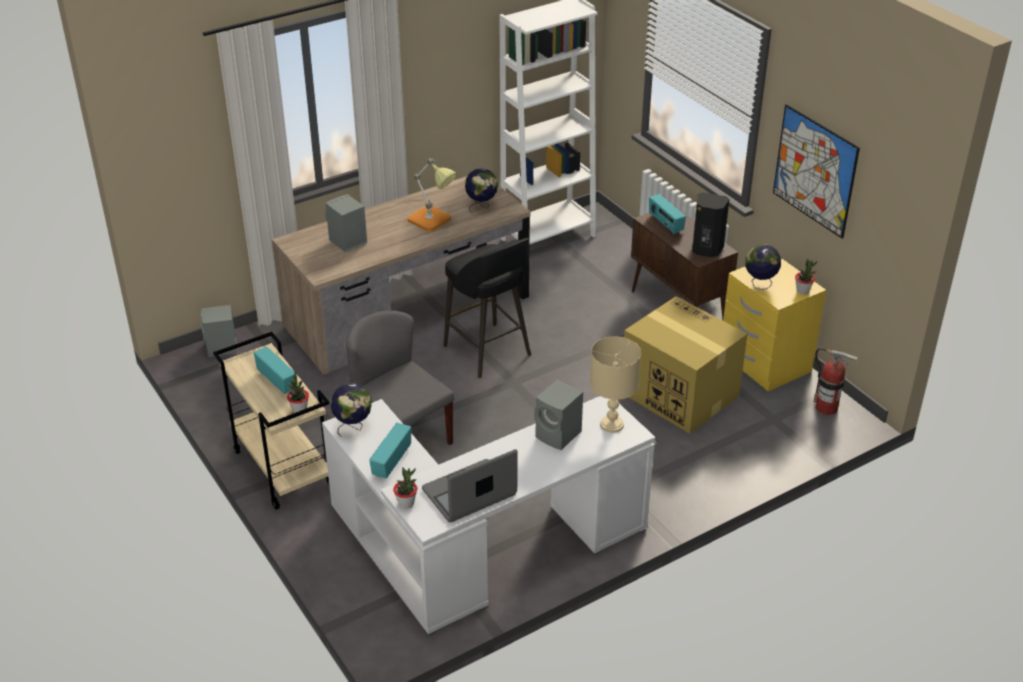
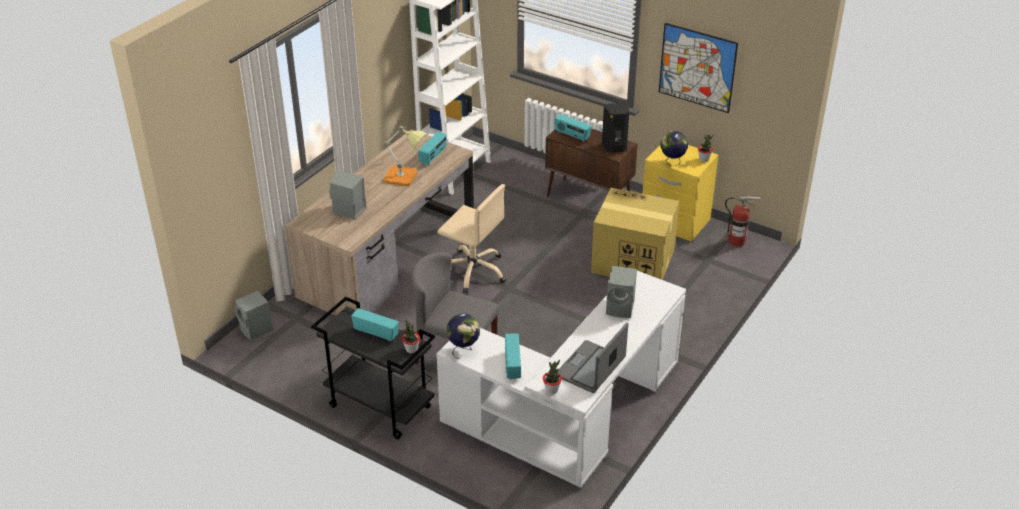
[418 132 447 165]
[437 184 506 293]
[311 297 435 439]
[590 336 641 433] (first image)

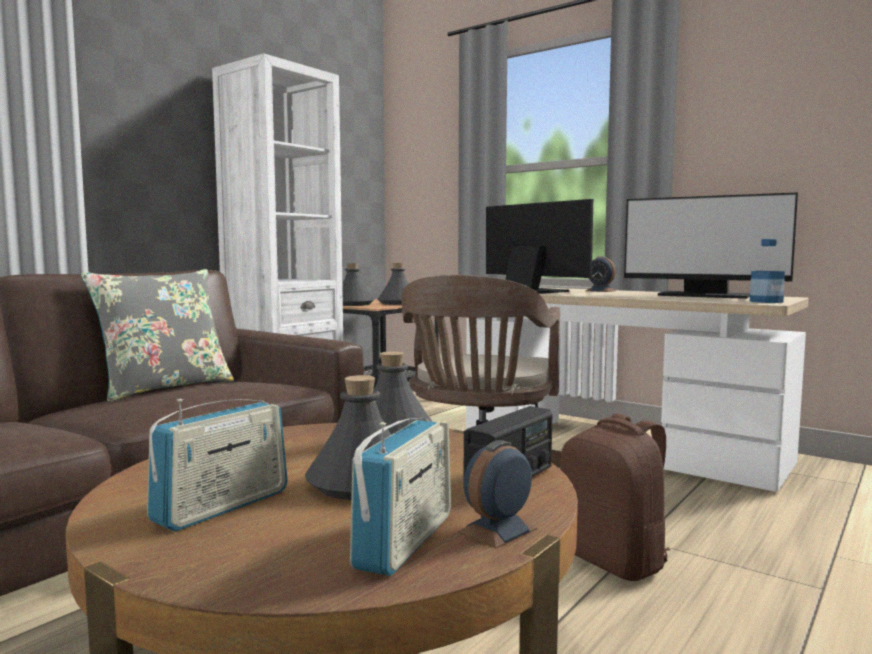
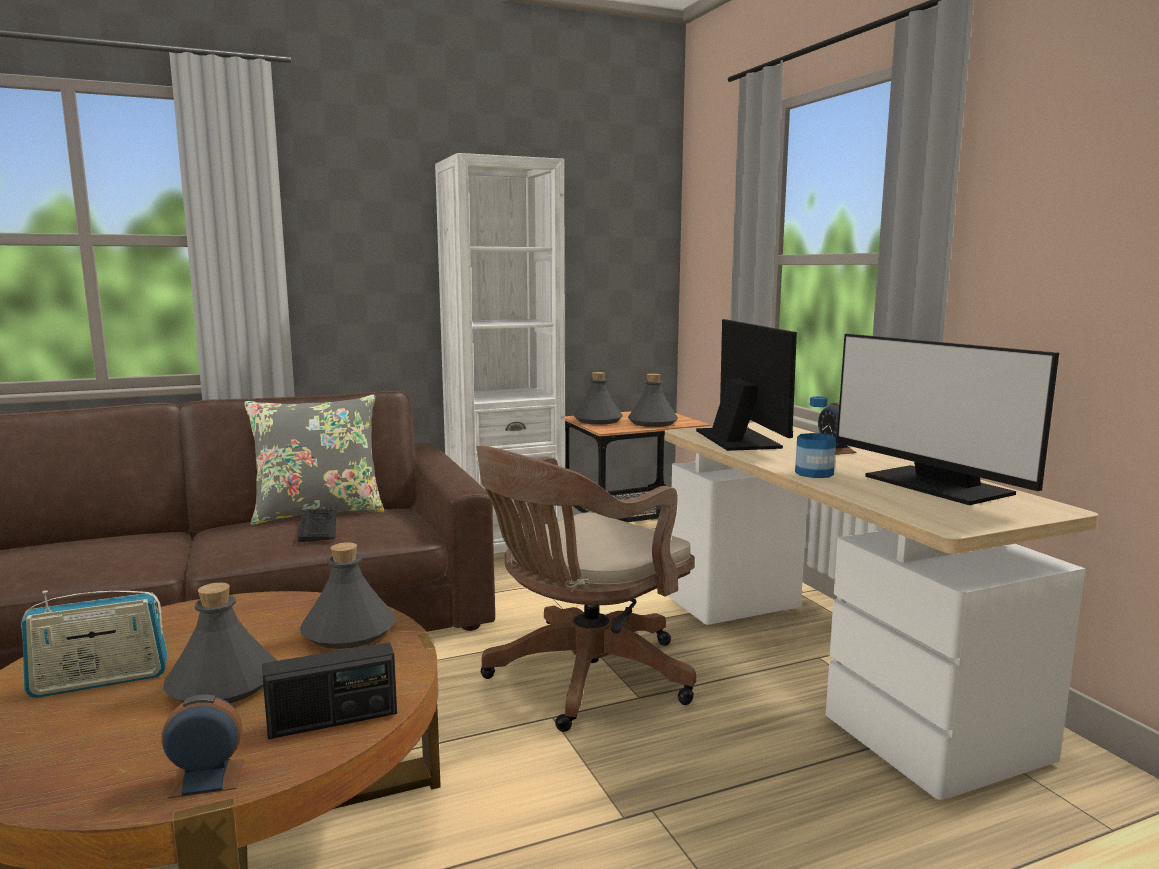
[795 396 836 478]
[560 413 670 581] (first image)
[350 418 451 576] (first image)
[298 509 336 542]

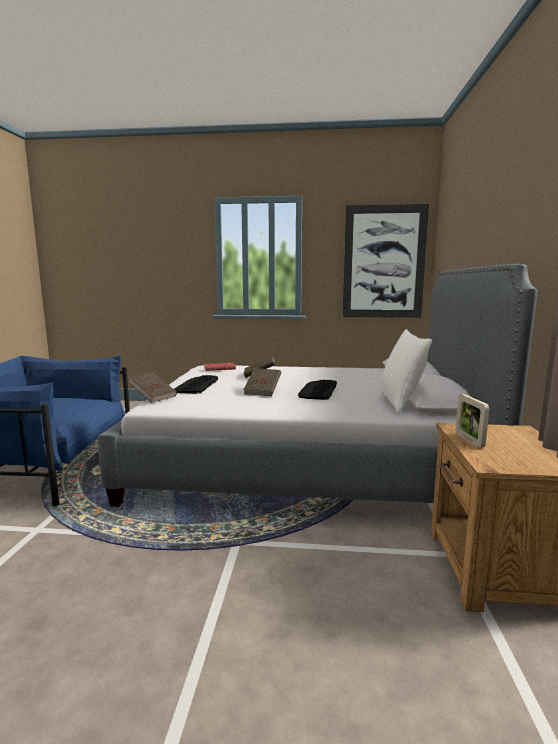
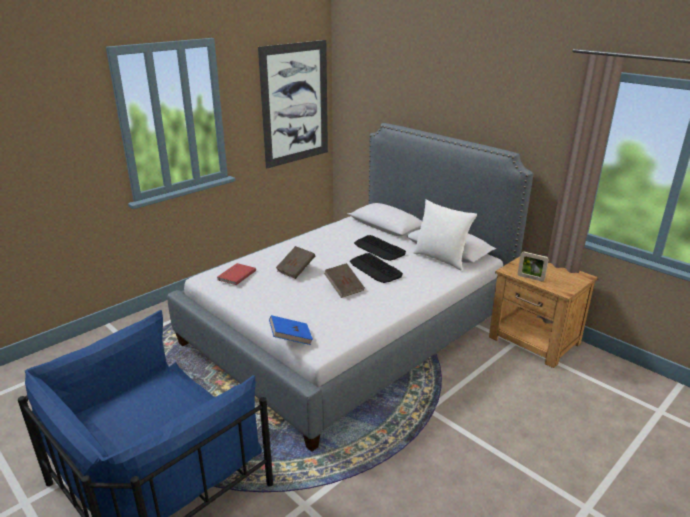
[269 315 313 345]
[354 235 406 261]

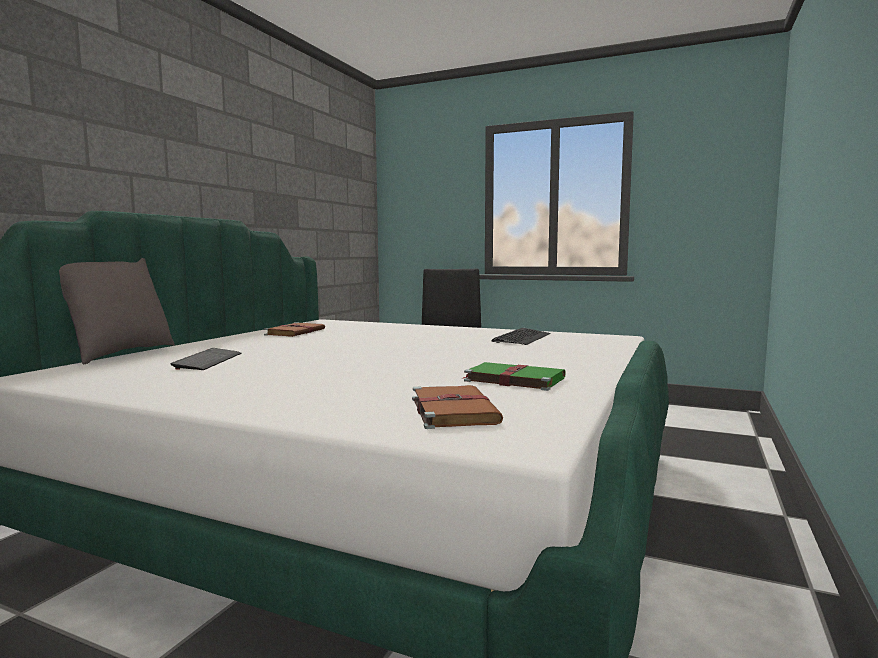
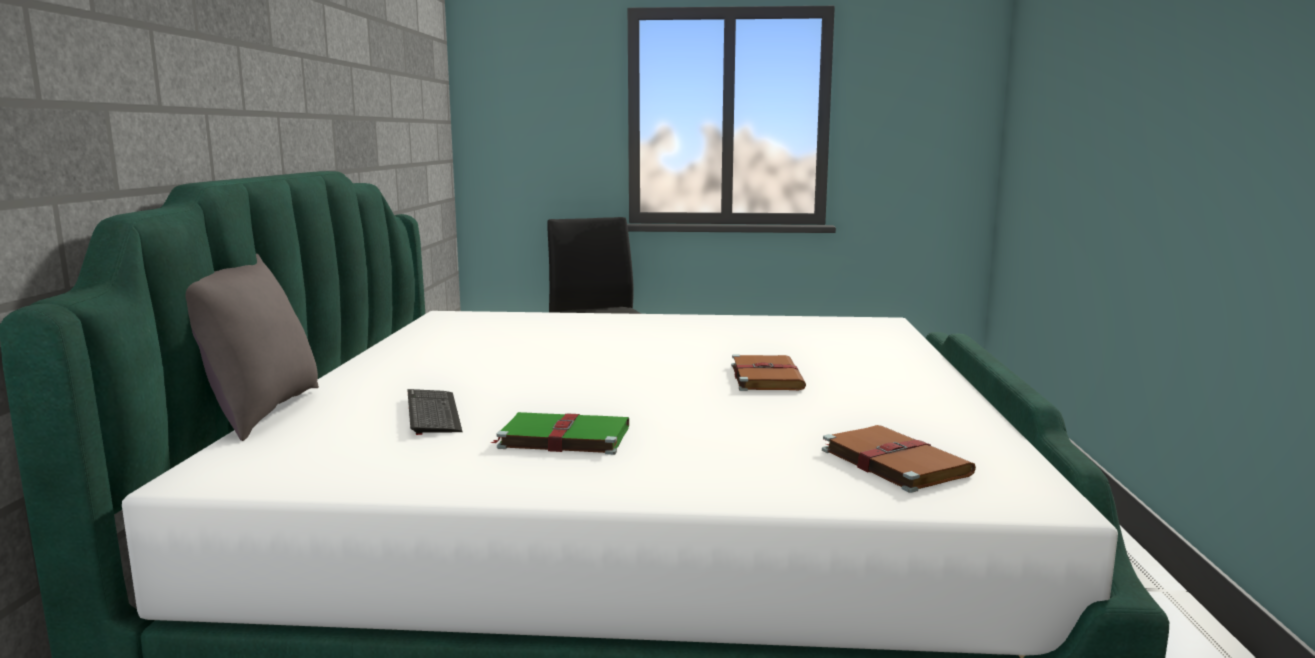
[731 354 806 391]
[492 328 550 345] (first image)
[491 412 629 455]

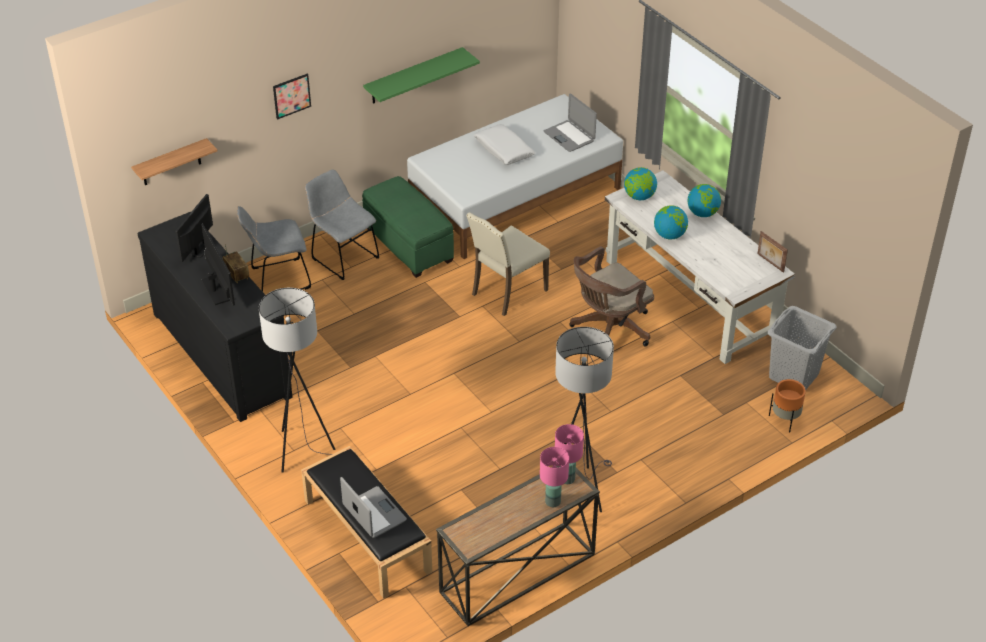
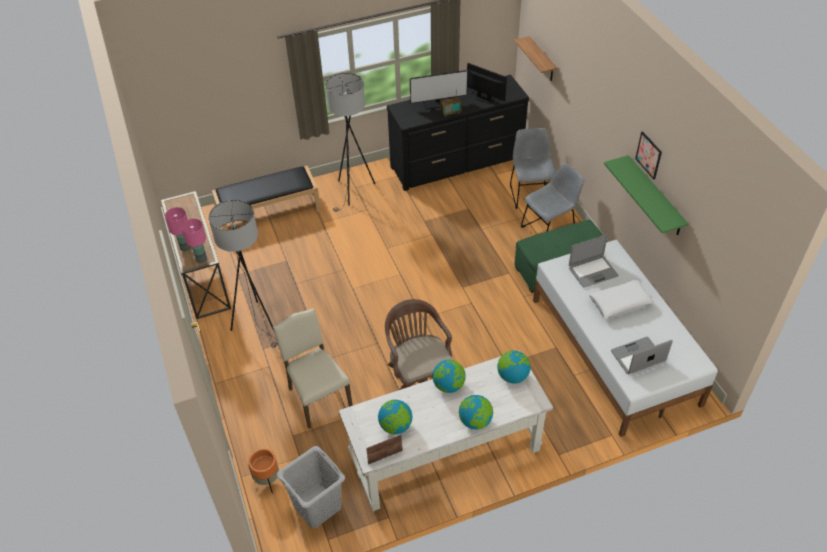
[635 131 662 179]
[273 308 353 429]
[569 235 618 288]
[378 400 412 434]

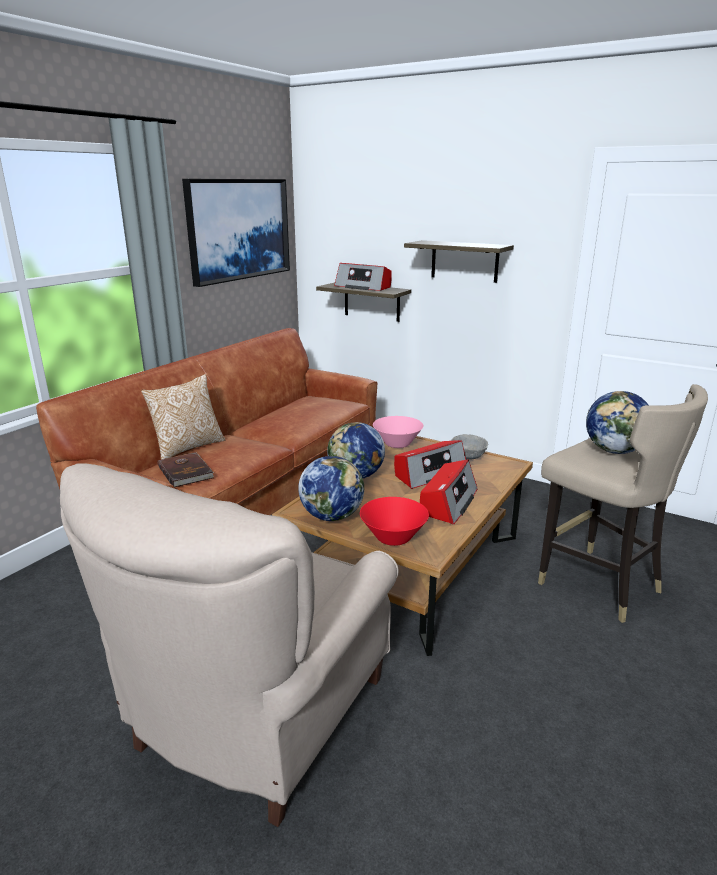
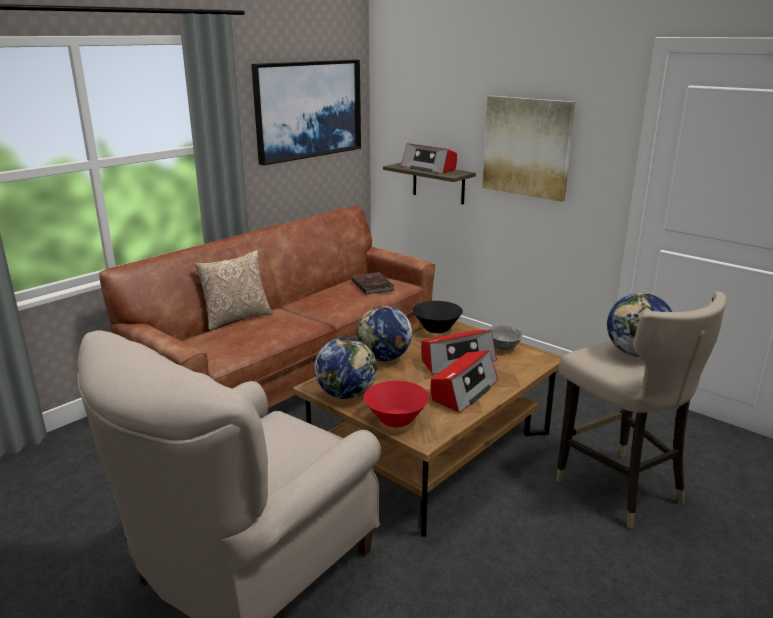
[482 96 575 202]
[413 301 463 333]
[351 272 395 295]

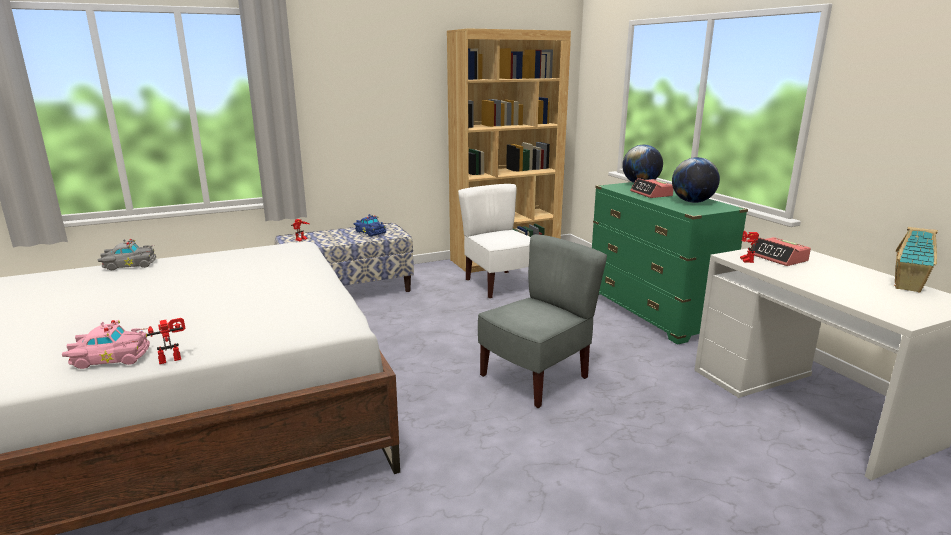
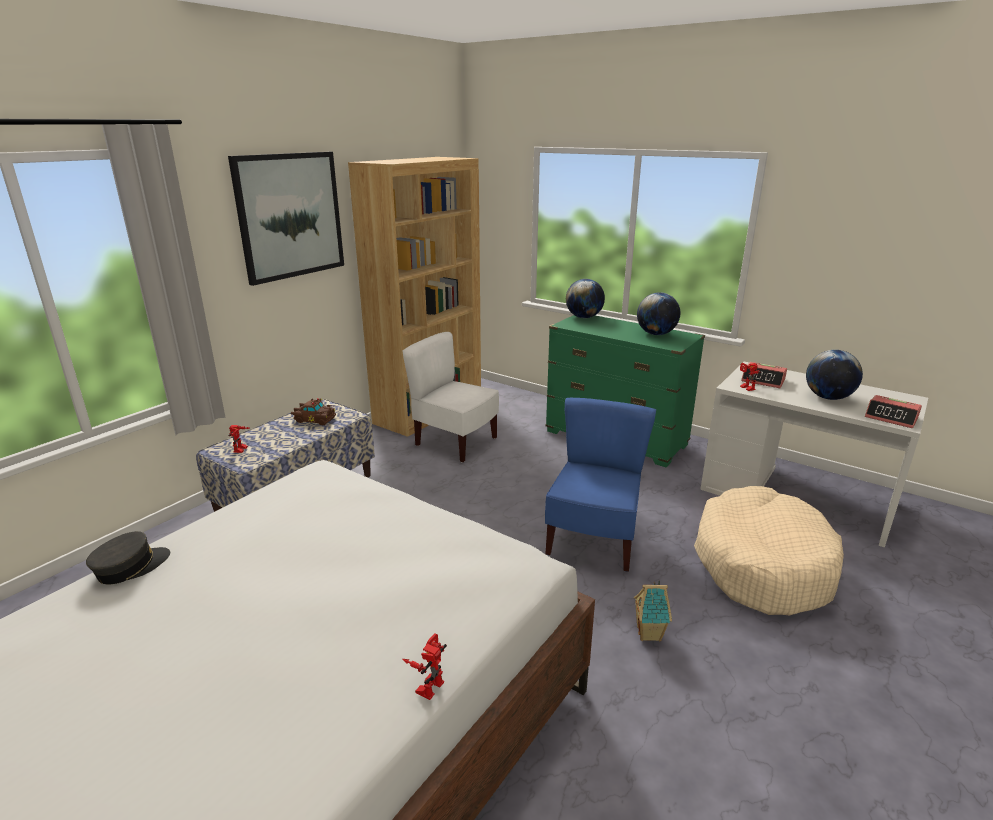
[865 395 922 428]
[291 398 336 425]
[634 580 672 641]
[545 398 656 572]
[86 531 170 584]
[62 320 150 369] (first image)
[228 152 344 286]
[806 350 863 400]
[694 486 844 616]

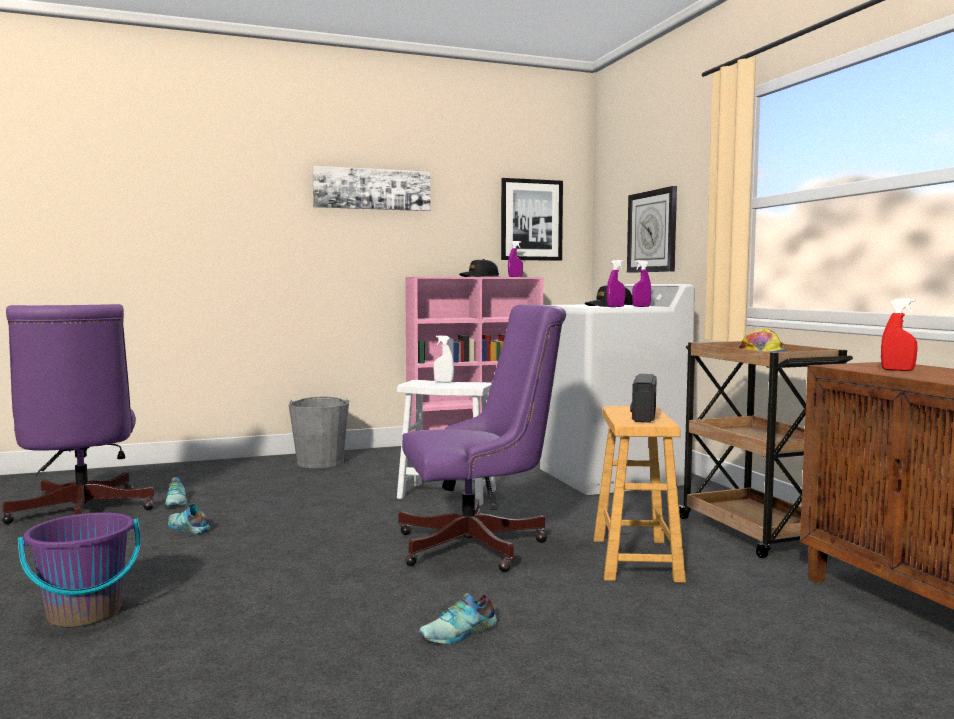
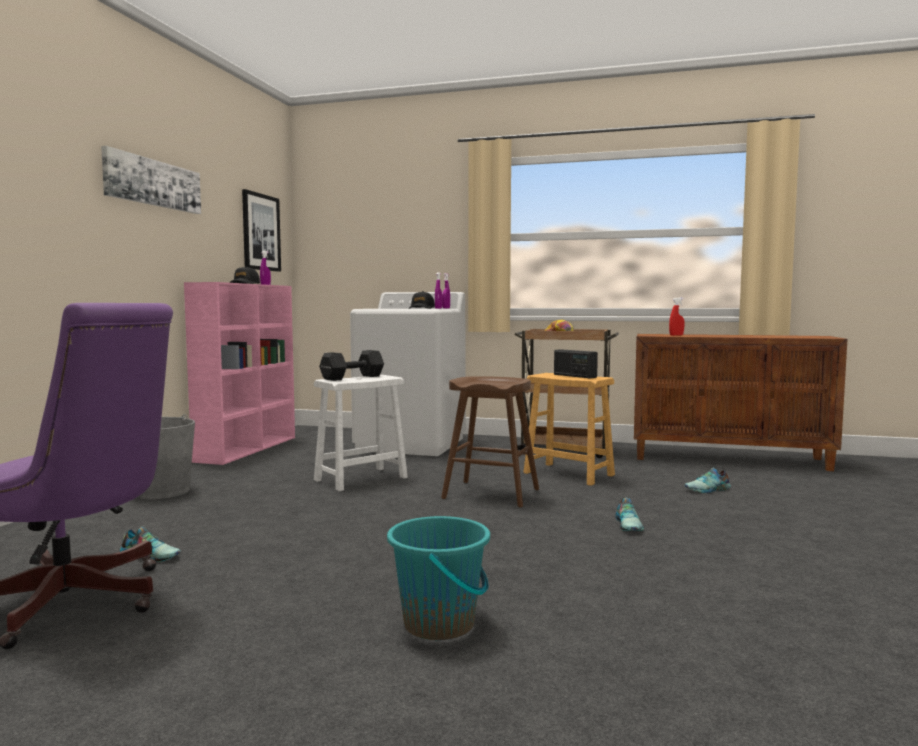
[627 186 677 273] (first image)
[441 376 539 507]
[319 350 384 381]
[684 468 731 493]
[387 516 490 640]

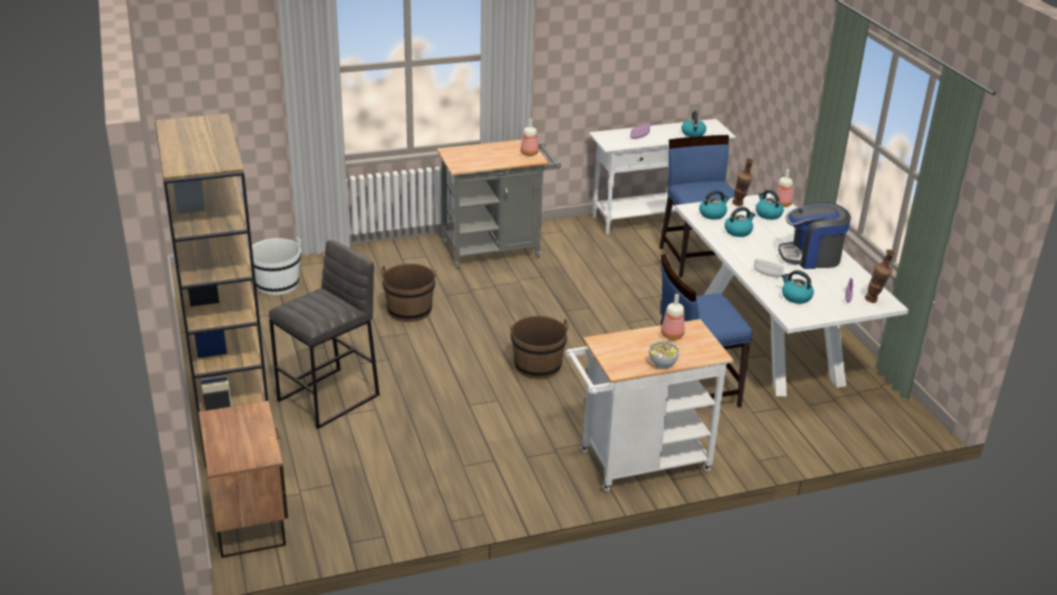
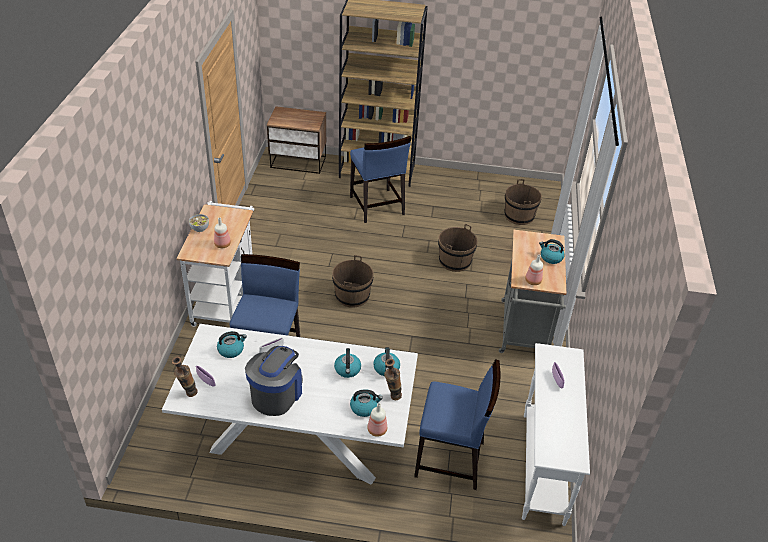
[539 239 565 264]
[504 179 542 225]
[350 136 412 223]

